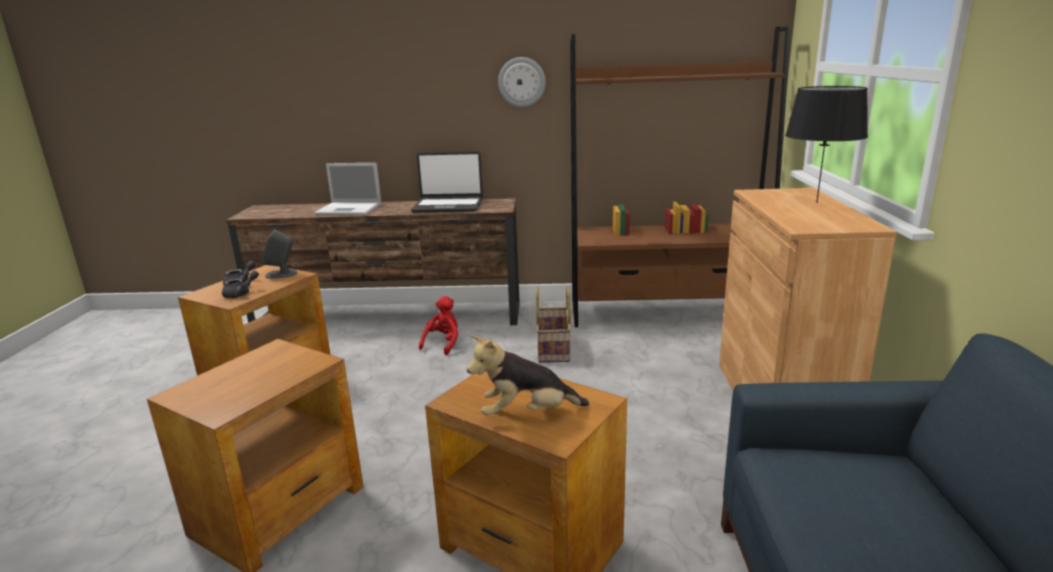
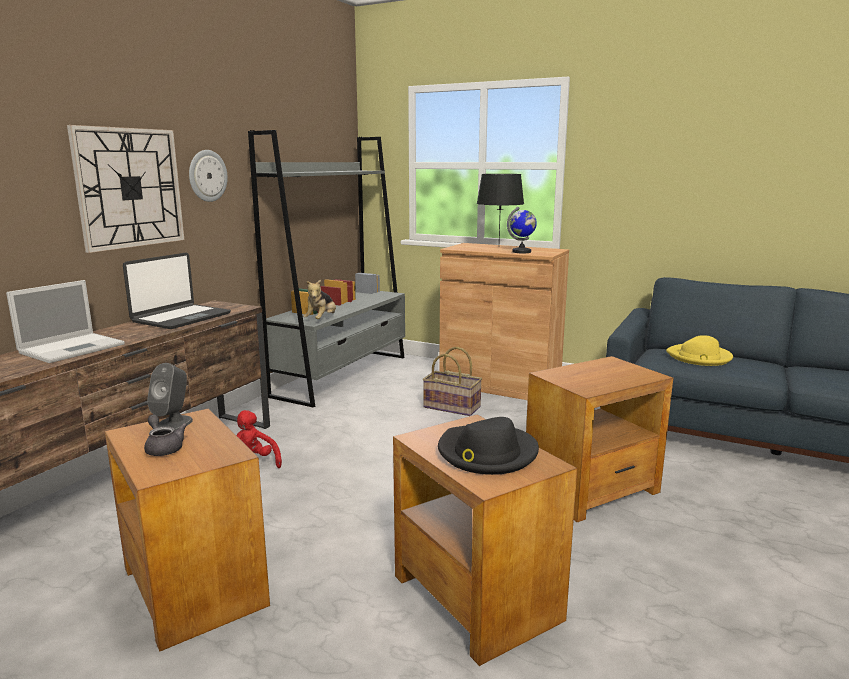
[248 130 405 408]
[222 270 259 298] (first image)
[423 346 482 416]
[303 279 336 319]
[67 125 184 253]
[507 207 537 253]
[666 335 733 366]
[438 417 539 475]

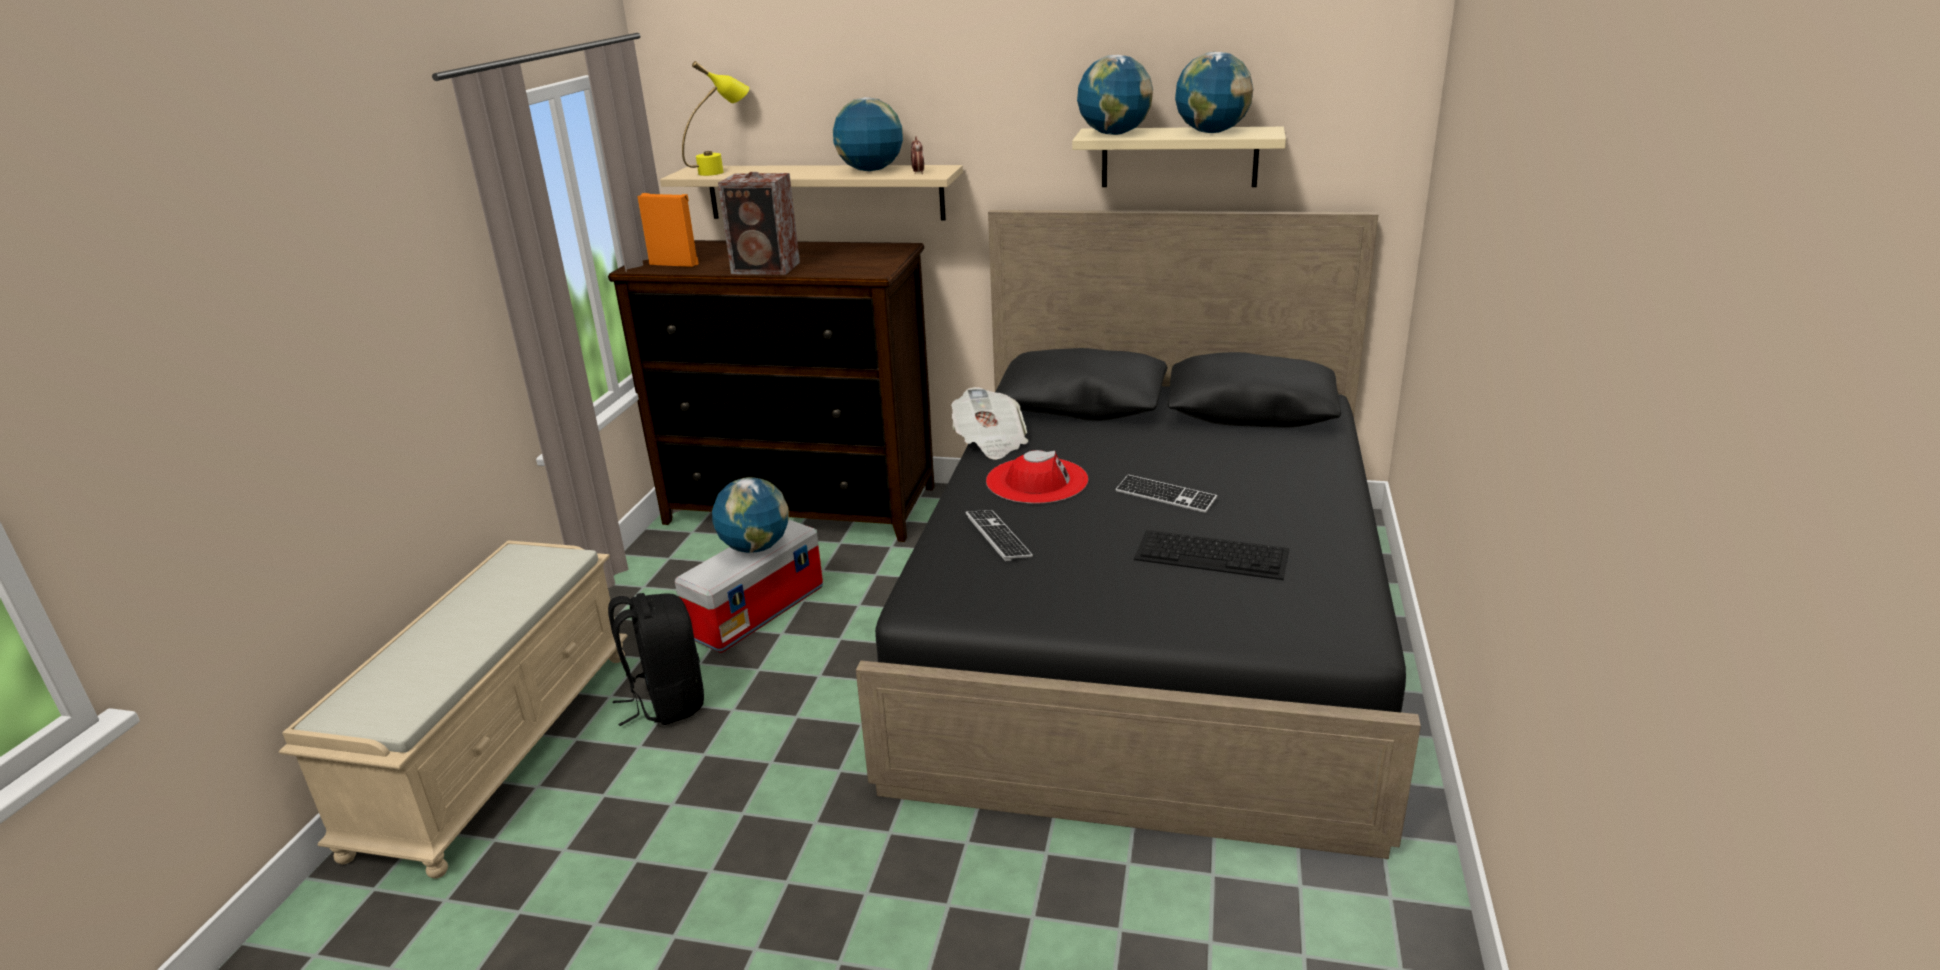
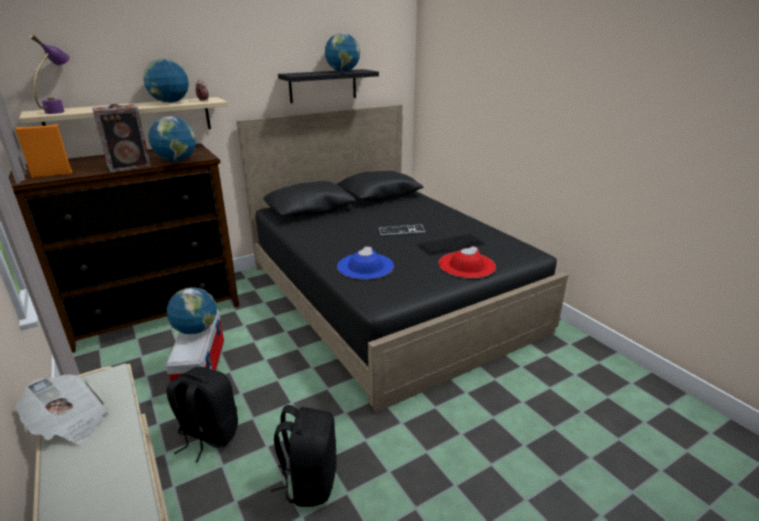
[148 116 196 162]
[30 34 70 114]
[278 69 379 103]
[15 375 109 444]
[439 246 496 278]
[337 246 394 280]
[271 405 337 507]

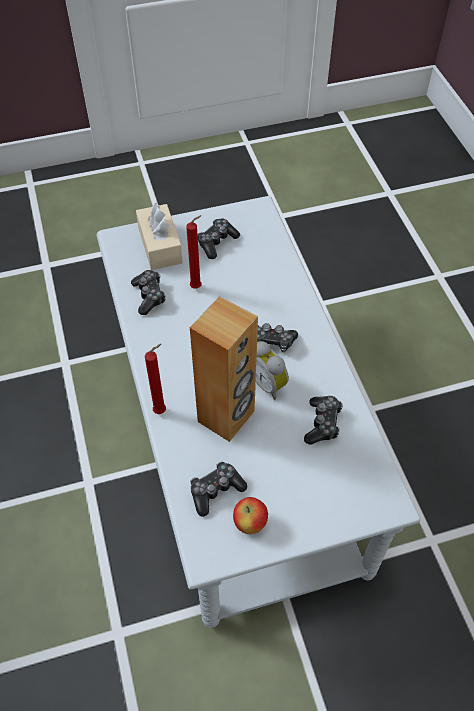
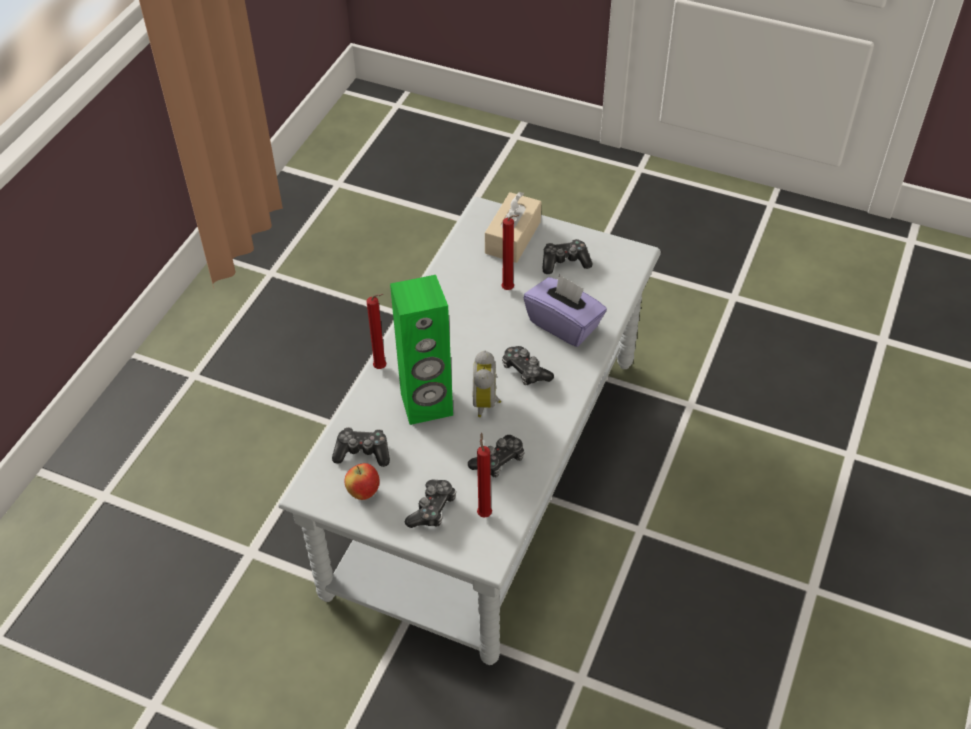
[405 479 456 528]
[390 275 453 425]
[524 274 607 347]
[477 432 492 518]

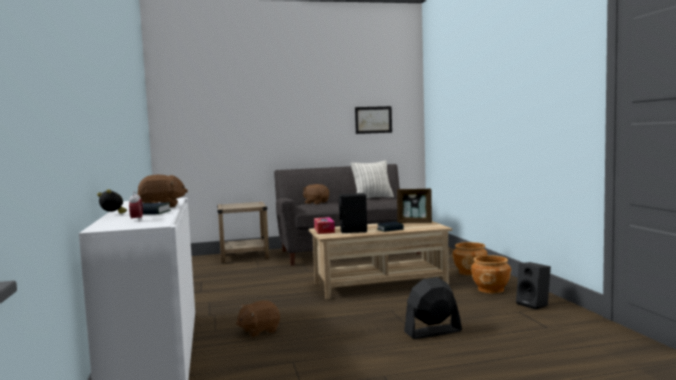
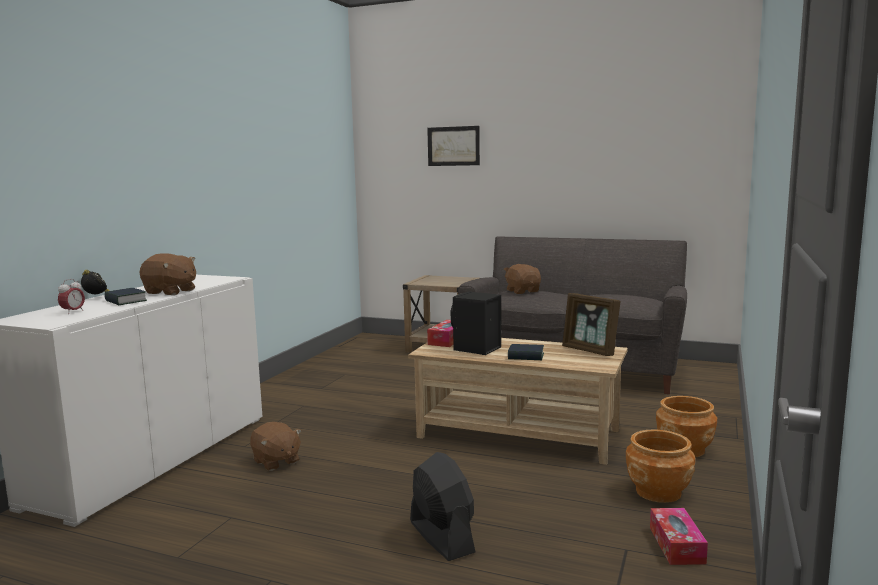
[427 126 480 166]
[351 160 394 199] (first image)
[650 508 708 565]
[410 452 475 561]
[250 422 302 471]

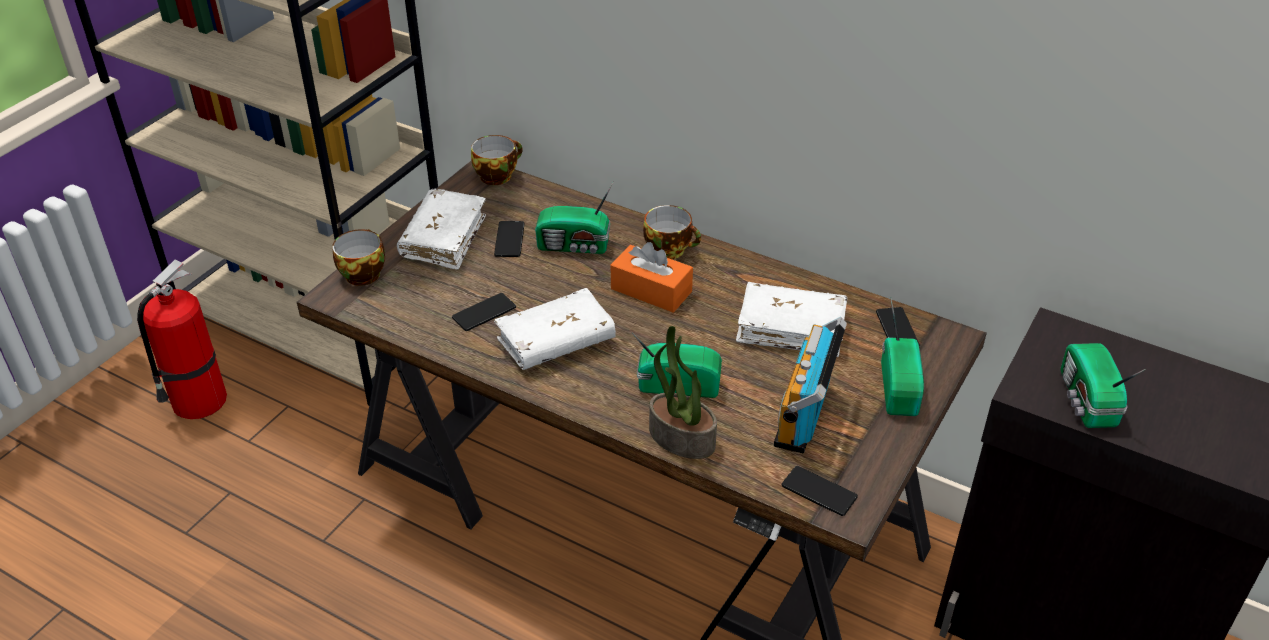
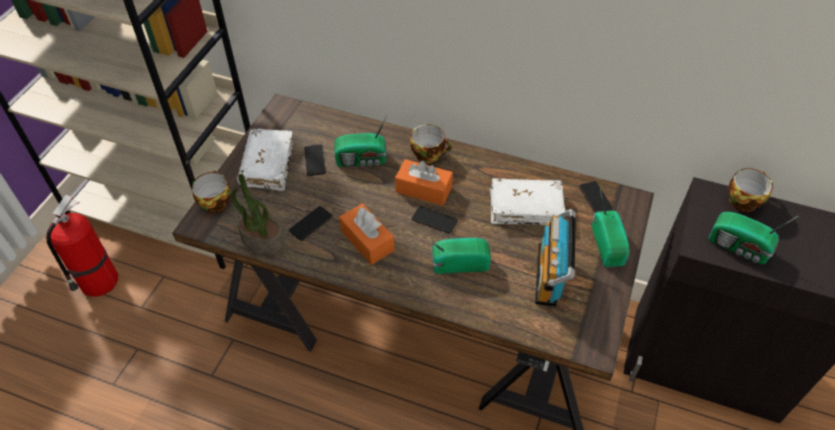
[728 168 773 212]
[339 203 395 265]
[231 174 285 255]
[709 212 798 264]
[412 206 458 234]

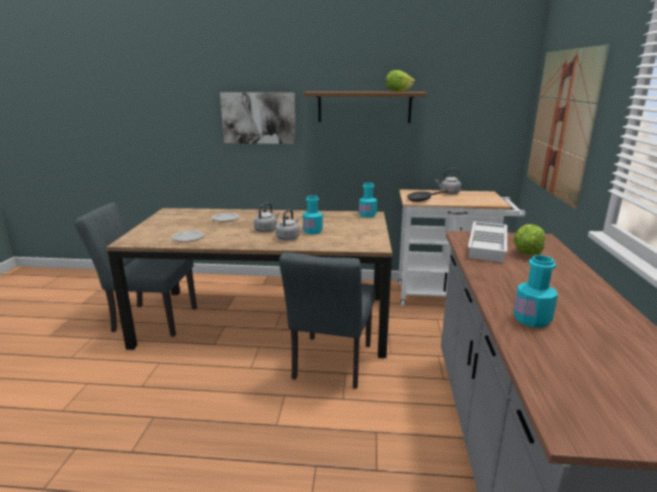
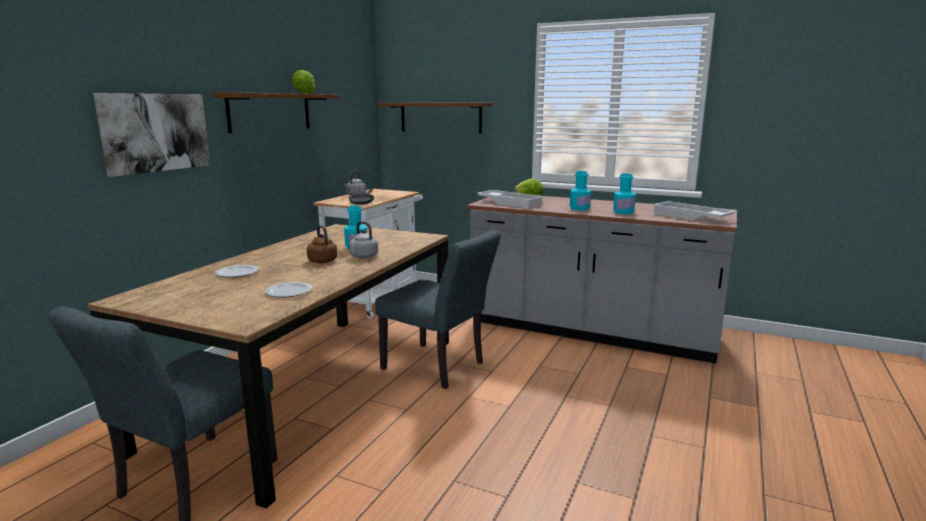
[378 103 492 133]
[570 171 591 211]
[307 225 337 263]
[652 201 736 221]

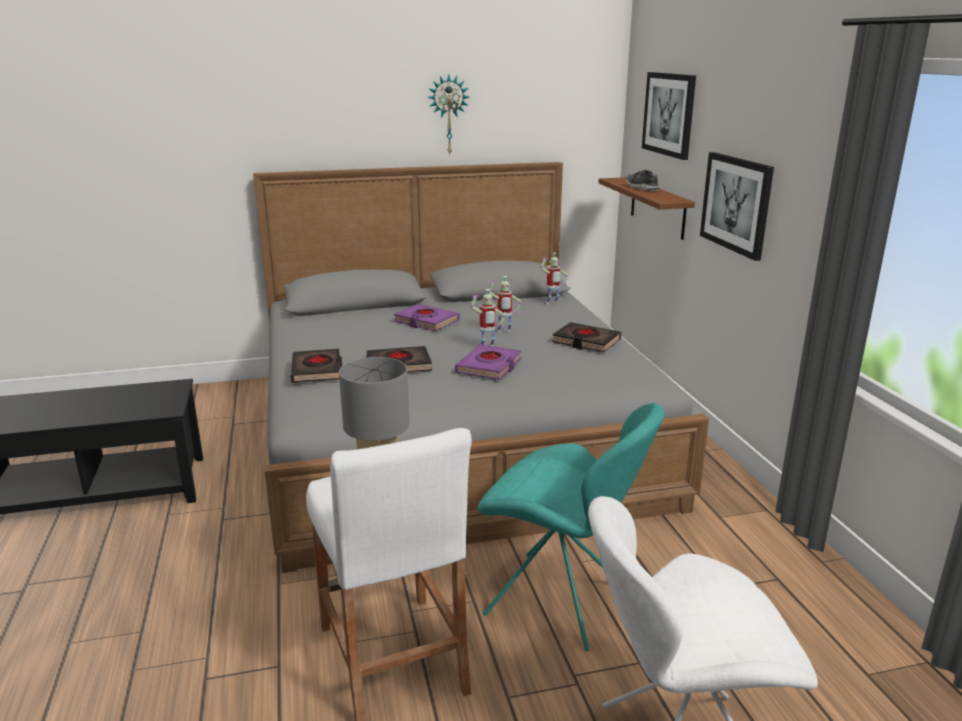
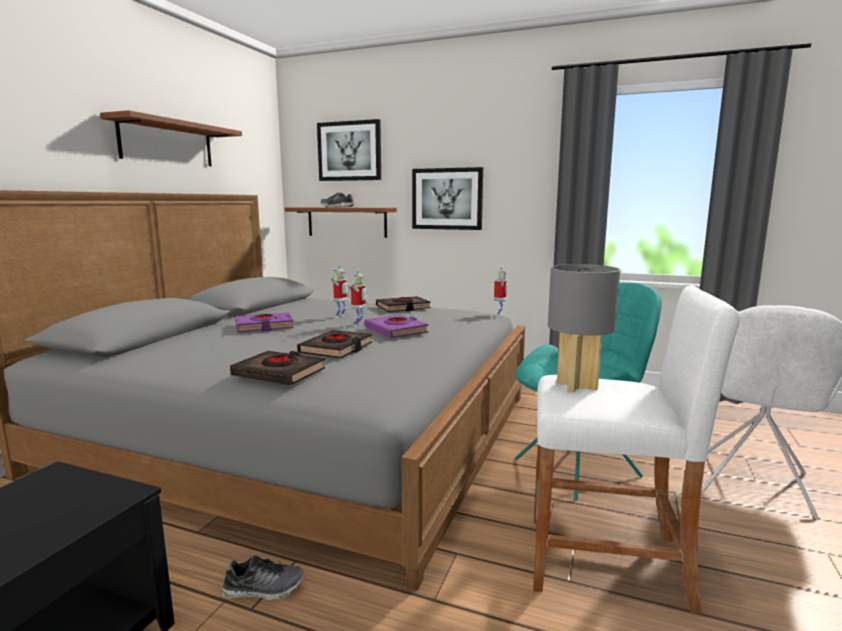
[100 110 242 166]
[494 266 508 317]
[222 556 304 600]

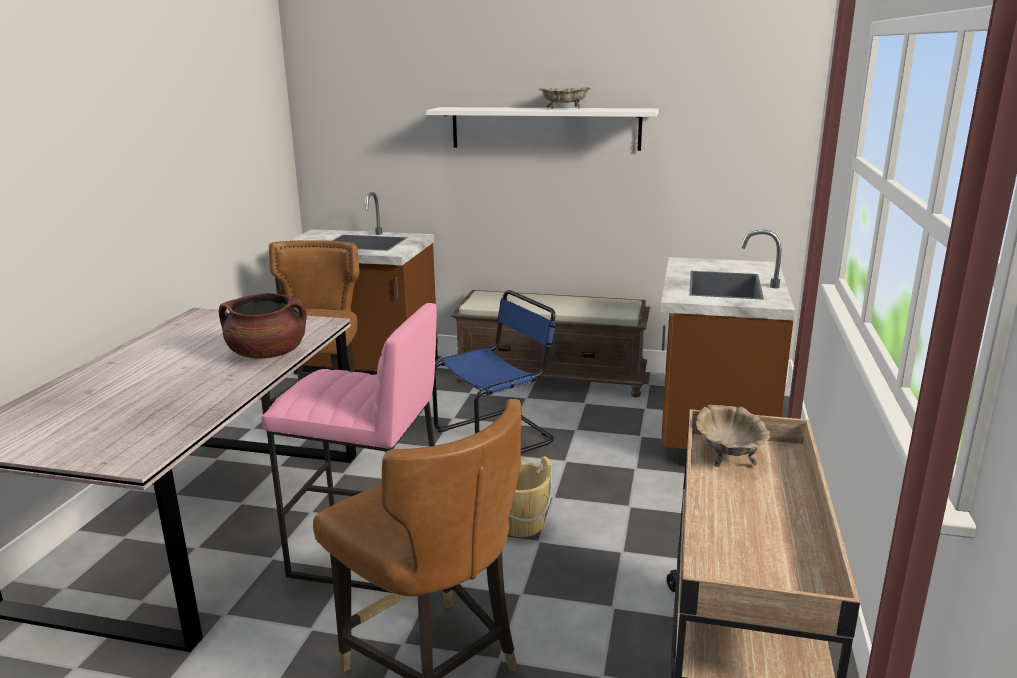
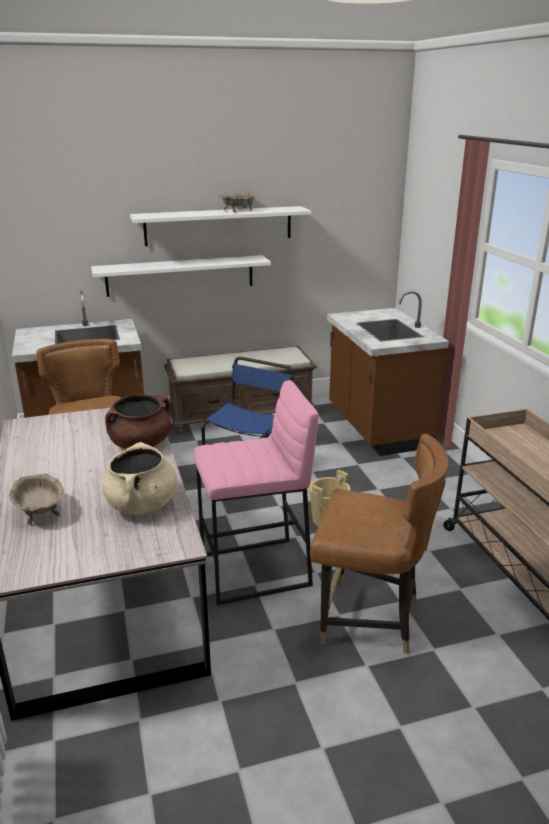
[9 473 65 525]
[91 255 271 297]
[103 442 177 515]

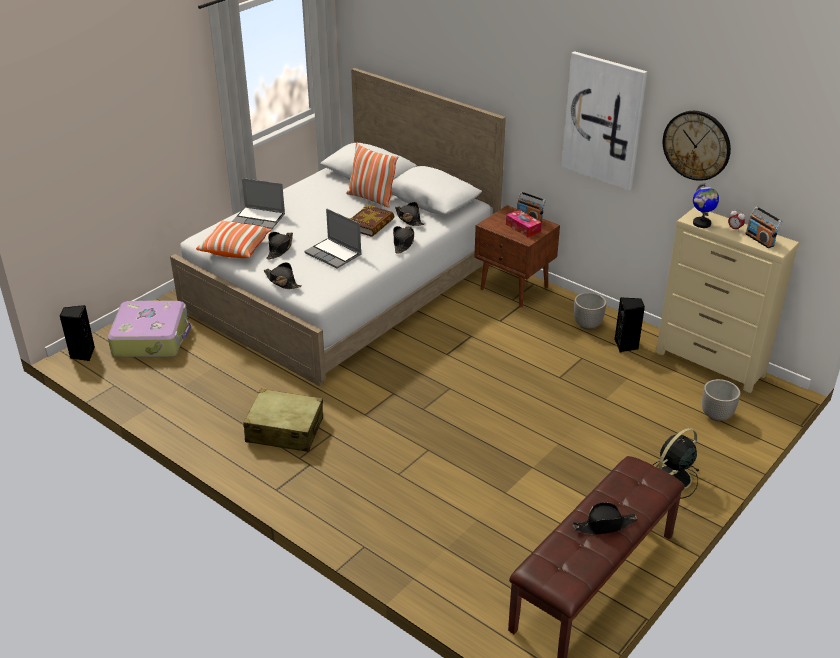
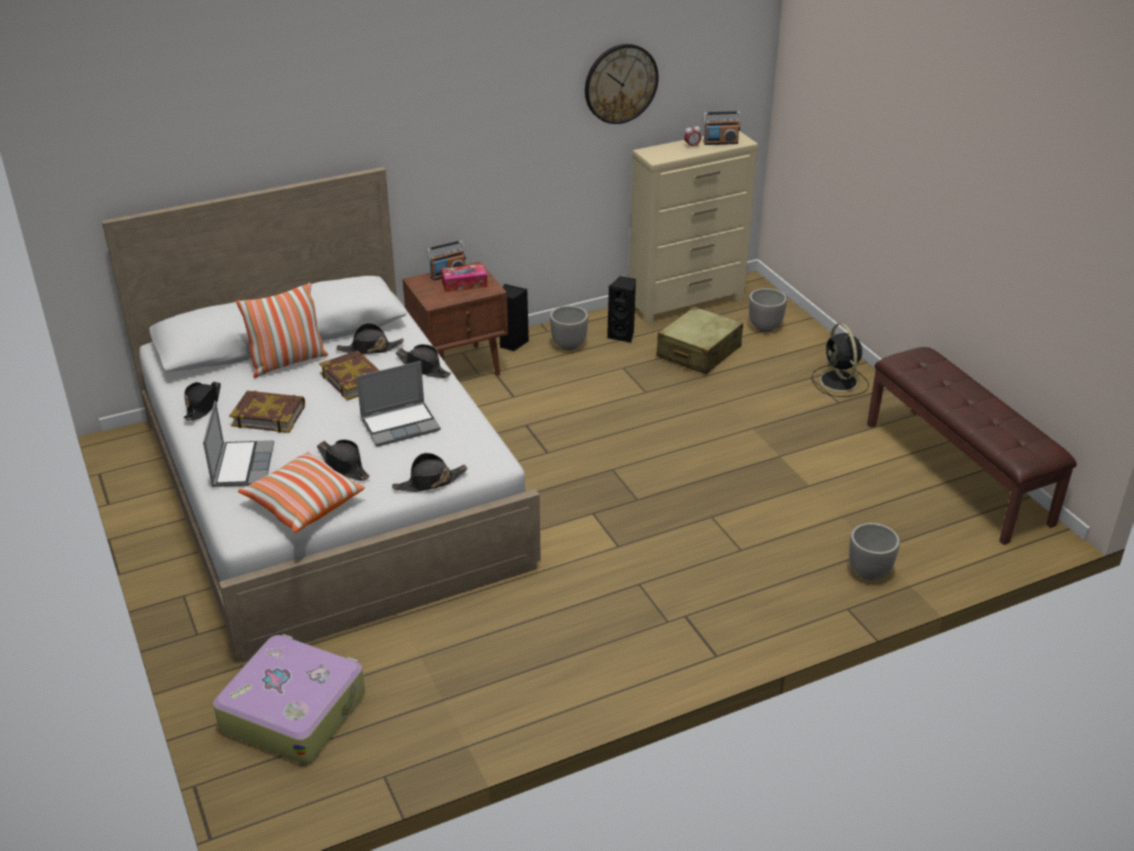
[561 51 647 190] (first image)
[203 400 274 487]
[693 183 719 228] (first image)
[500 284 529 352]
[656 306 743 374]
[183 381 221 421]
[229 391 305 433]
[849 523 900 580]

